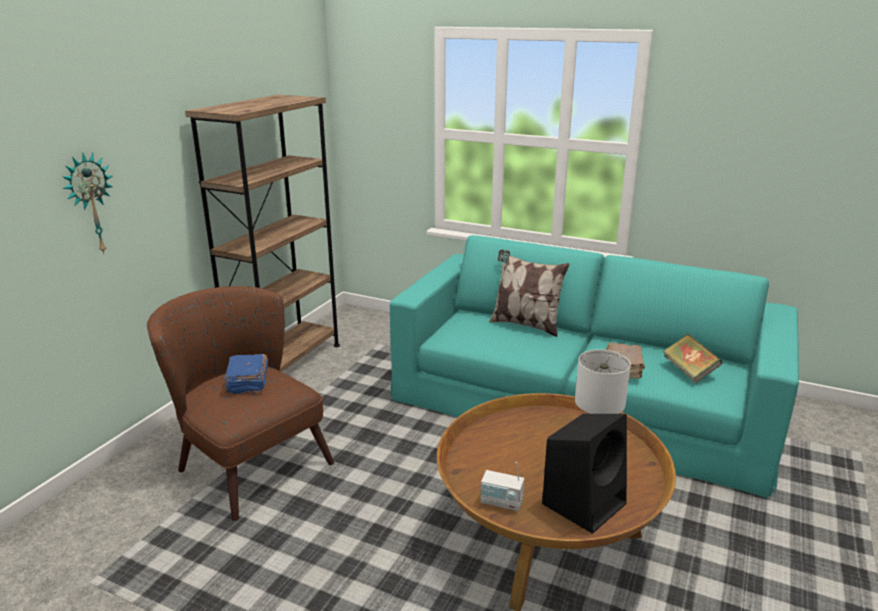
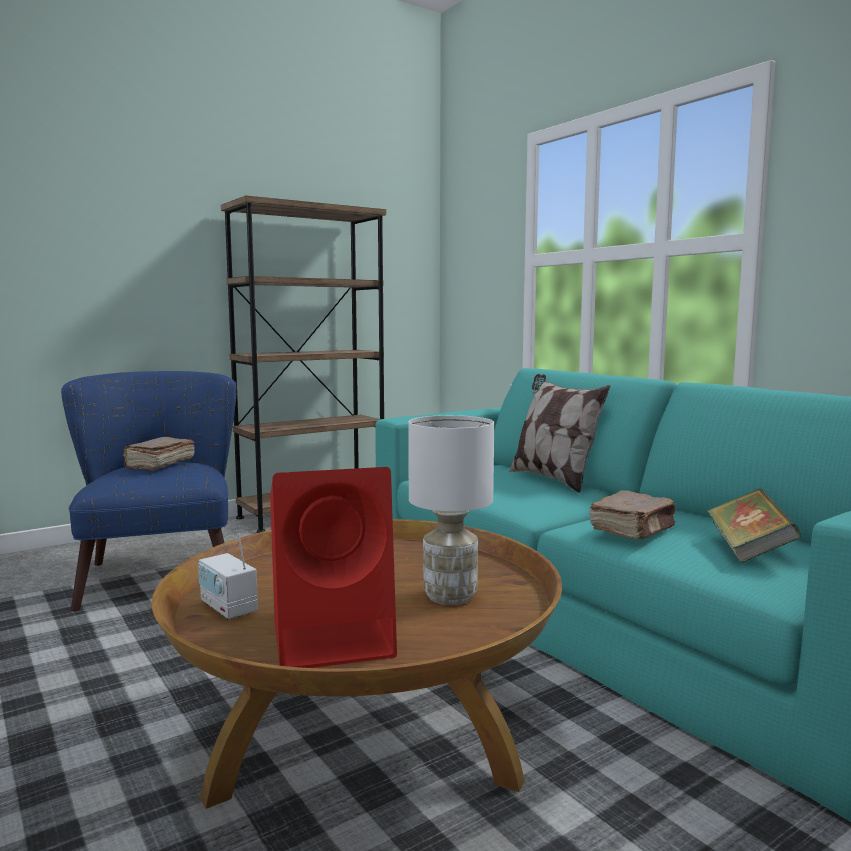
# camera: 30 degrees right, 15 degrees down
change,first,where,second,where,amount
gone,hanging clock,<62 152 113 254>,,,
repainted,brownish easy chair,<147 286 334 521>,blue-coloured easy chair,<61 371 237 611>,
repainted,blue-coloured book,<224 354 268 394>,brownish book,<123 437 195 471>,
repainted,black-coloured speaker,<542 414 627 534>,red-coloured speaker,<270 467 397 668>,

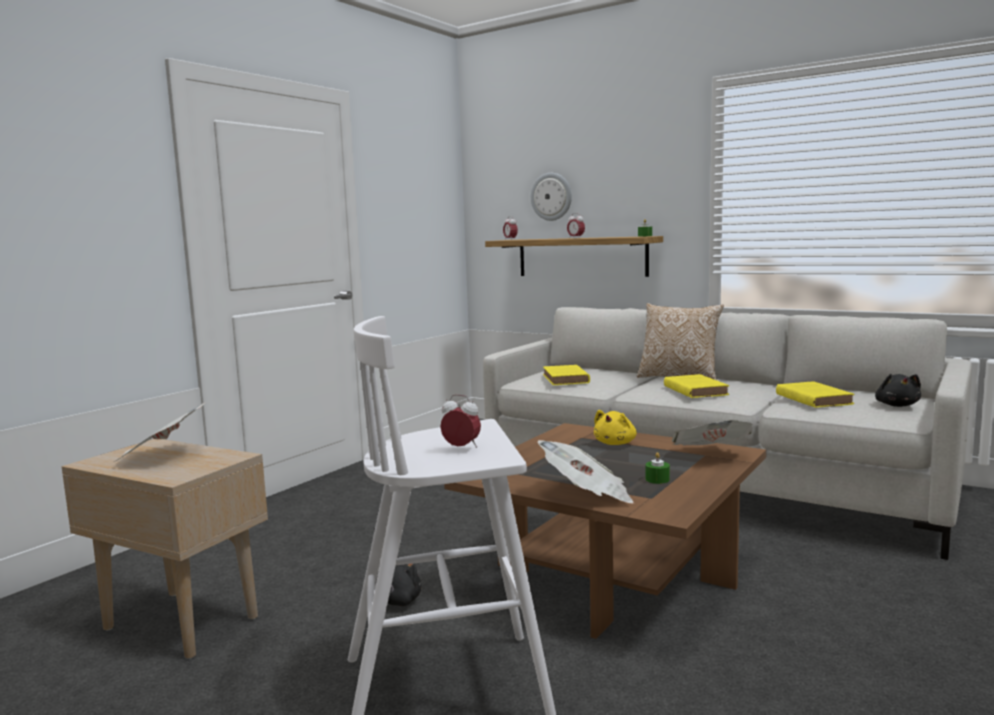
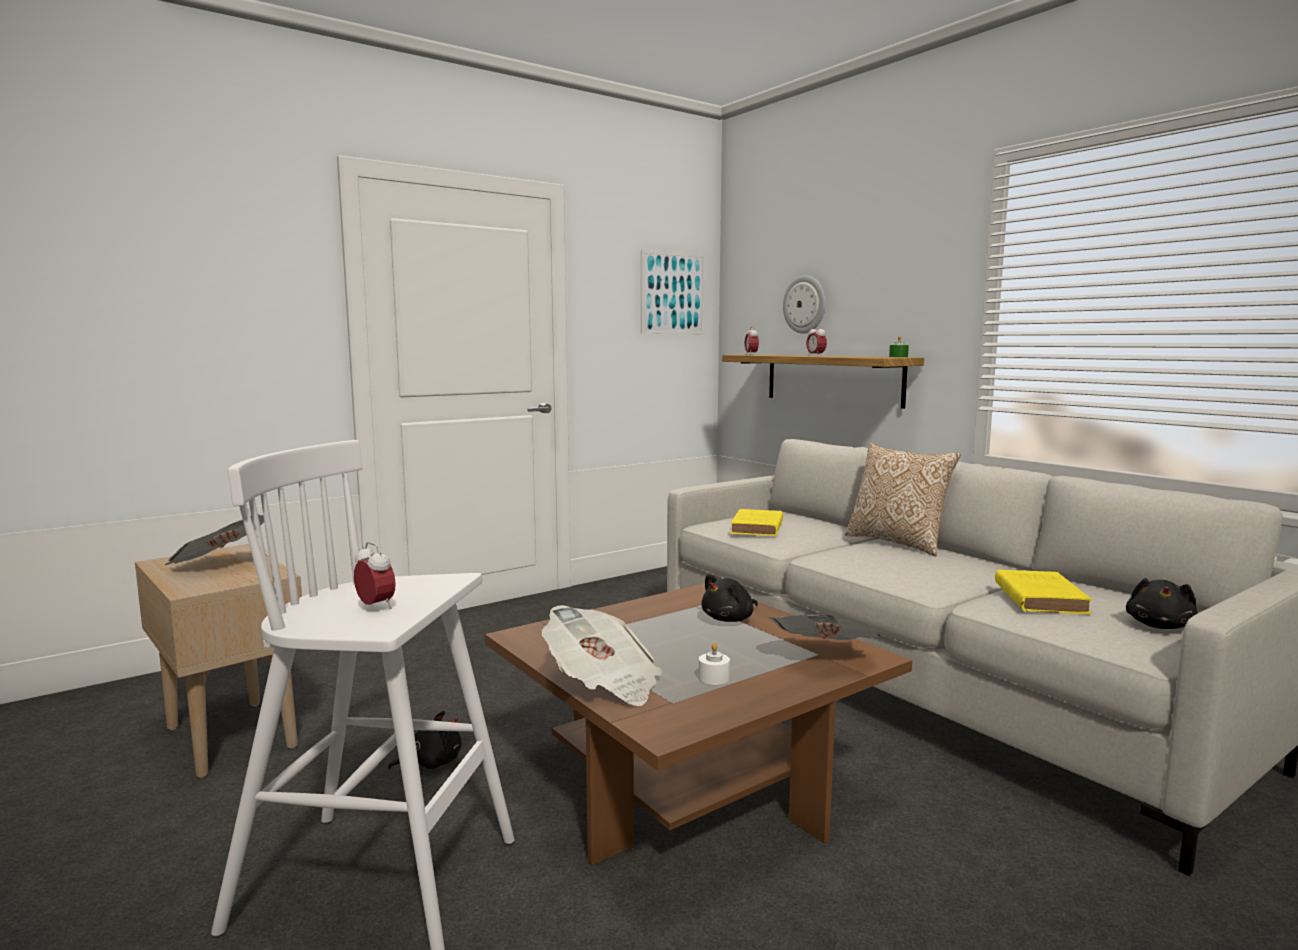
# camera: 20 degrees right, 0 degrees up
change,first,where,second,where,amount
repainted,yellow soft toy,<594 410 637 445>,black-coloured soft toy,<702 574 758 622>,
repainted,green-coloured candle,<646 452 670 484>,whitish candle,<699 643 730 685>,
gone,yellow book,<664 374 729 398>,,,
new,,,wall art,<641 250 705 334>,

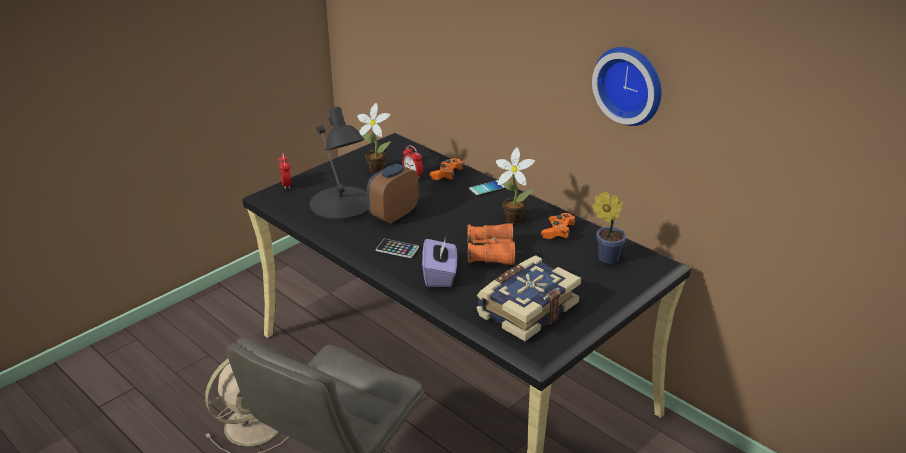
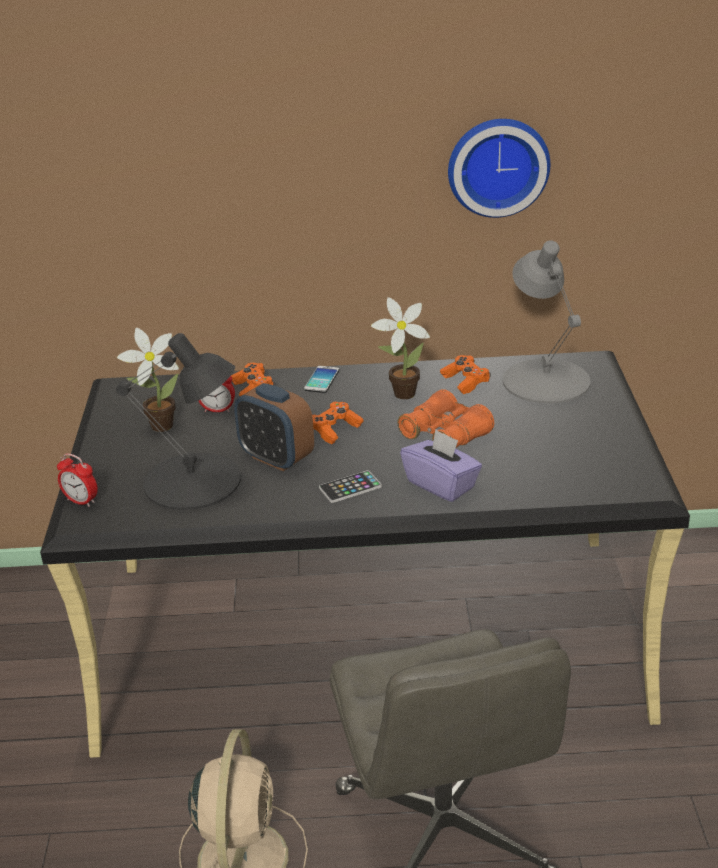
# camera: 45 degrees left, 0 degrees up
change,first,where,second,where,amount
rotated,table clock,<367 163 419 224>,,<234 383 314 471>,45 degrees counterclockwise
gone,book,<477 255 581 341>,,,
swapped,houseplant,<592 191 626 264>,grey table lamp,<503 240 591 404>,
new,,,orange-coloured gamepad,<312 402 364 444>,

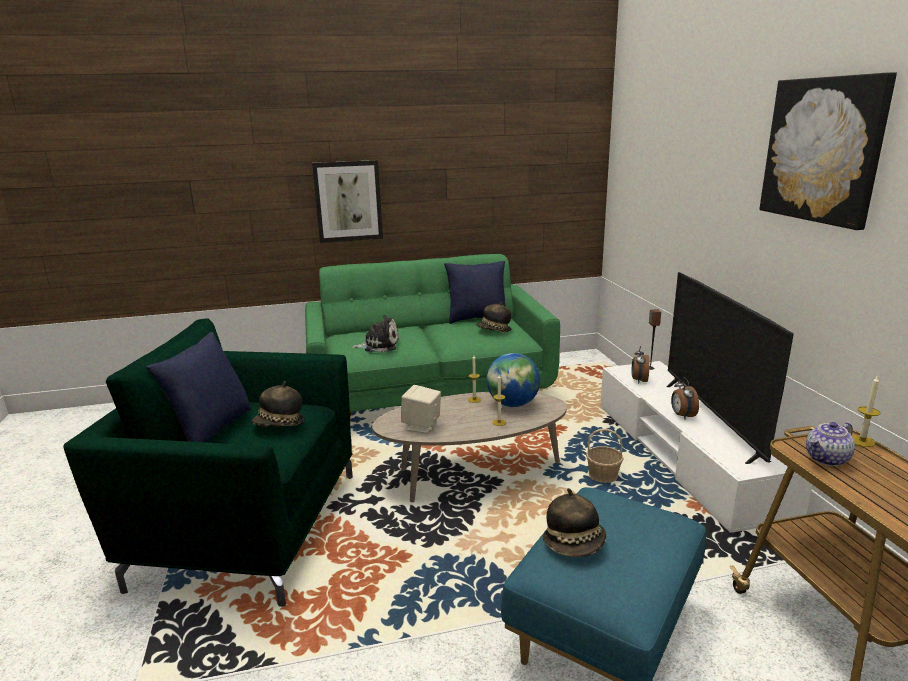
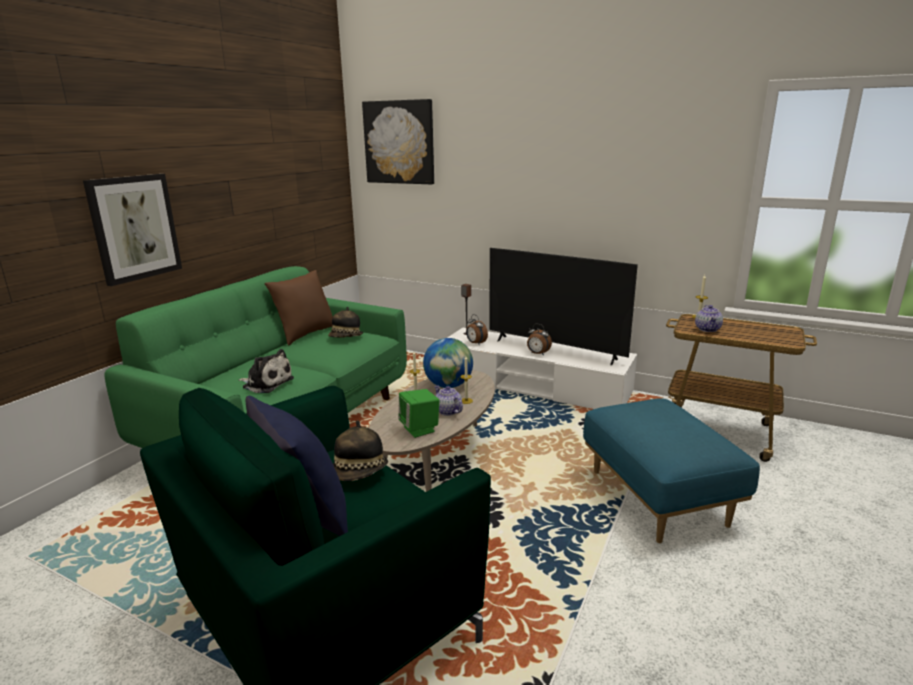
# camera: 50 degrees left, 0 degrees up
change,first,where,second,where,amount
rotated,soft toy,<351 315 399 352>,,<239 349 294 393>,75 degrees clockwise
repainted,beige speaker,<401 385 441 433>,green-coloured speaker,<398 389 439 438>,
repainted,blue-coloured cushion,<444 261 506 324>,brownish cushion,<264 270 333 346>,
gone,clothing hat,<542 488 606 557>,,,
gone,storage basket,<586 429 624 483>,,,
shifted,wall art,<759 72 897 230>,,<362 99 434 184>,
new,,,teapot,<434 385 463 416>,

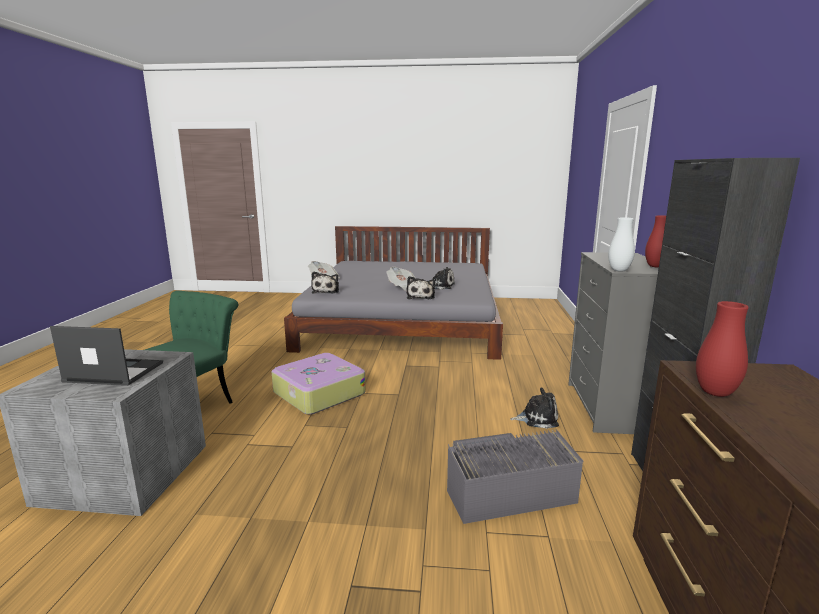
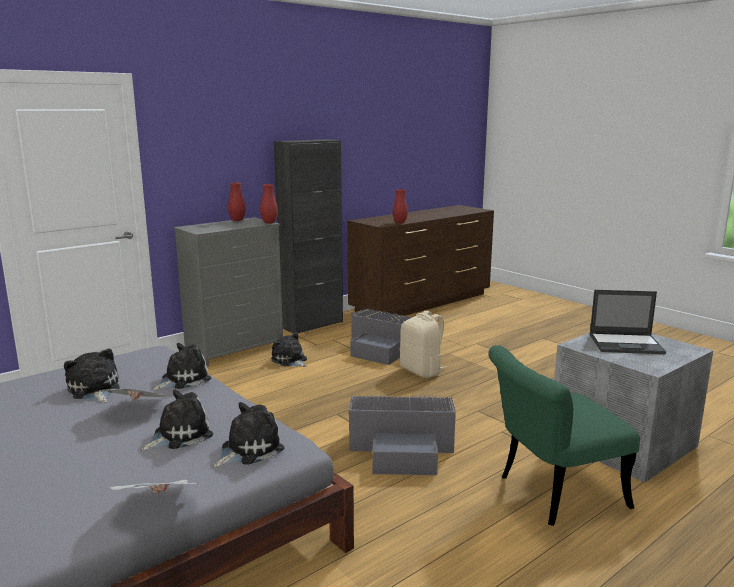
# camera: 135 degrees left, 0 degrees up
change,first,where,second,where,amount
rotated,notebook computer,<50 326 163 386>,,<590 290 666 354>,45 degrees counterclockwise
swapped,piece of luggage,<272 353 366 415>,grey storage container,<349 394 456 475>,
repainted,whitish decorative vase,<608 217 635 272>,red-coloured decorative vase,<260 184 278 224>,
new,,,soft toy,<141 389 213 451>,
new,,,beige backpack,<400 311 447 378>,

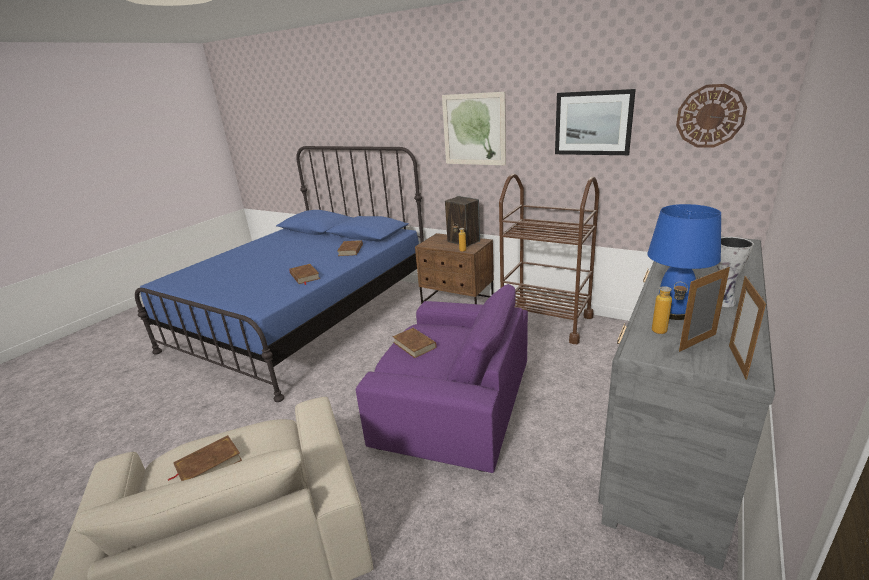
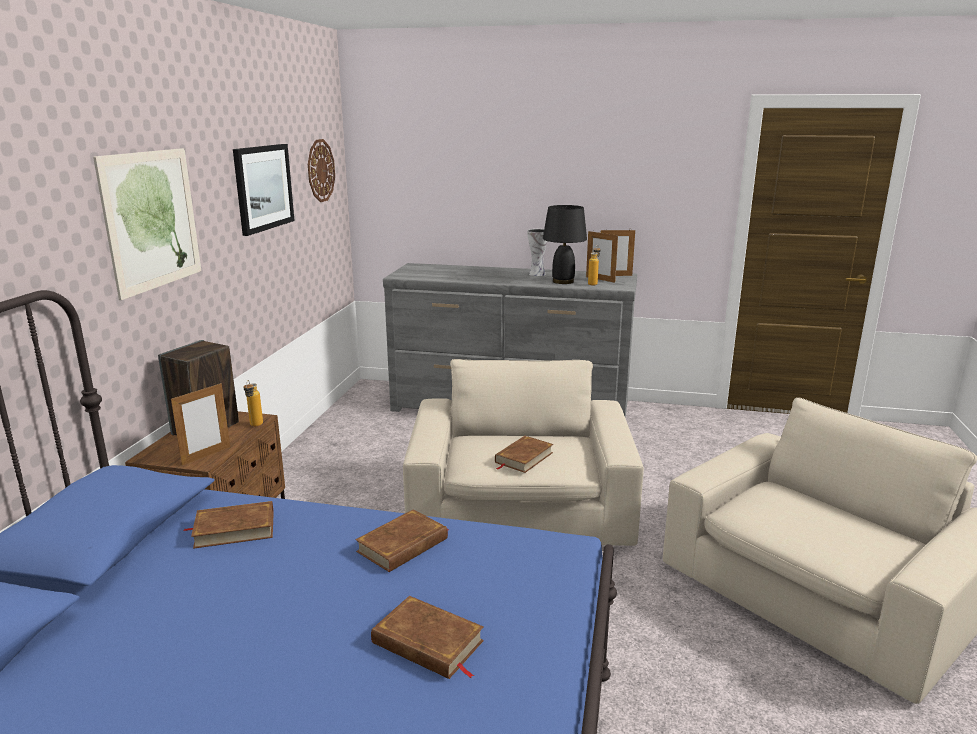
# camera: 110 degrees left, 5 degrees down
change,first,where,second,where,amount
shifted,brownish book,<168 435 242 481>,,<371 596 484 679>,
repainted,purple-coloured easy chair,<356 284 528 473>,beige easy chair,<403 359 644 546>,
gone,brownish cart,<499 174 599 344>,,,
repainted,blue-coloured table lamp,<648 204 721 320>,black-coloured table lamp,<543 205 587 284>,
new,,,photo frame,<171 383 230 465>,

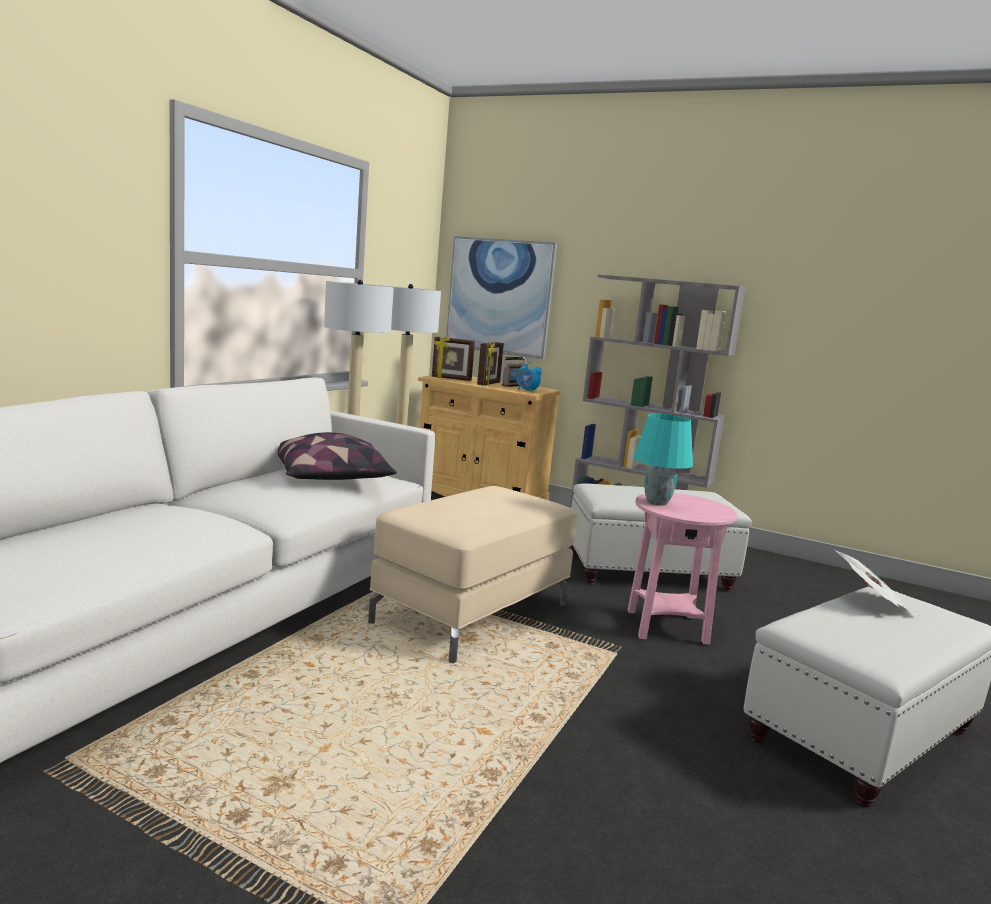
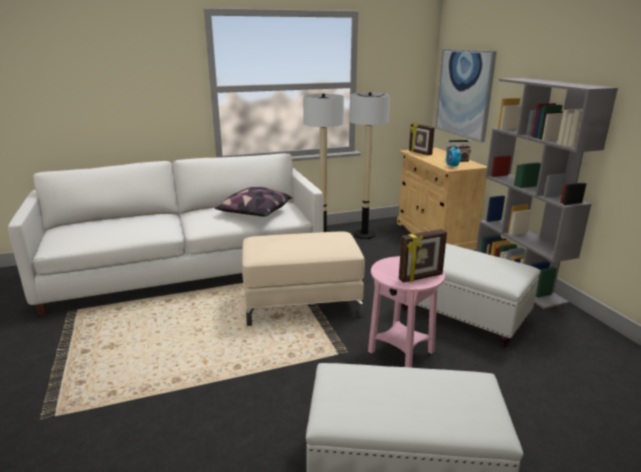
# camera: 45 degrees right, 10 degrees up
change,first,where,second,where,amount
shifted,photo frame,<477 342 504 386>,,<399 229 447 282>,
gone,blue-green table lamp,<634 414 693 506>,,,
gone,printed paper,<836 551 919 616>,,,

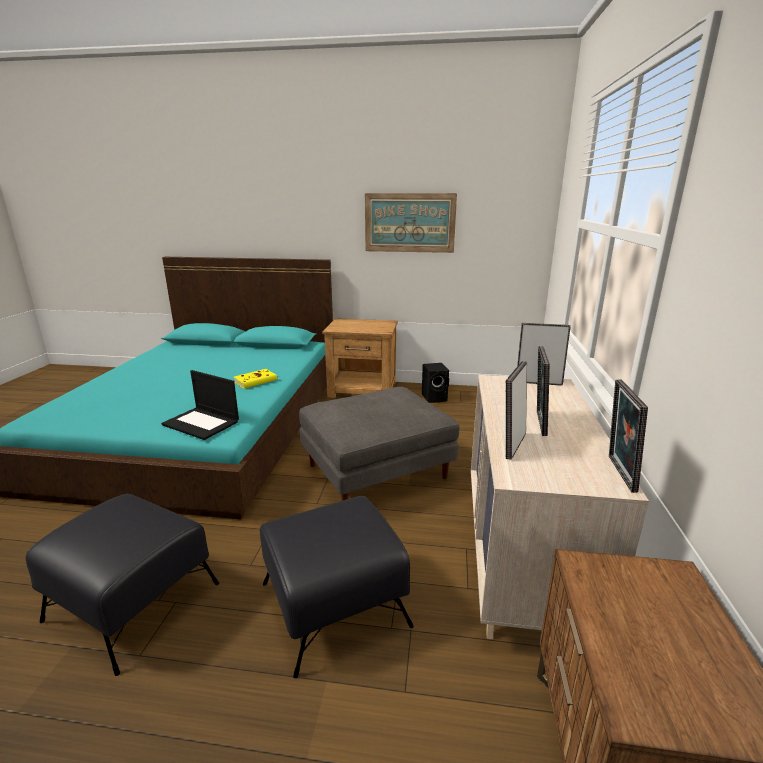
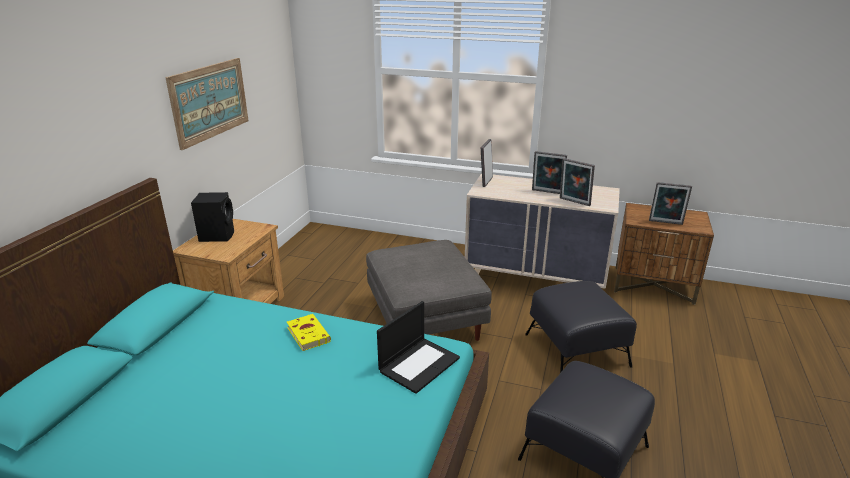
# camera: 80 degrees left, 5 degrees up
change,first,where,second,where,amount
shifted,black-coloured speaker,<422 363 449 403>,,<191 192 234 242>,
shifted,photo frame,<609 380 648 493>,,<649 182 692 225>,

